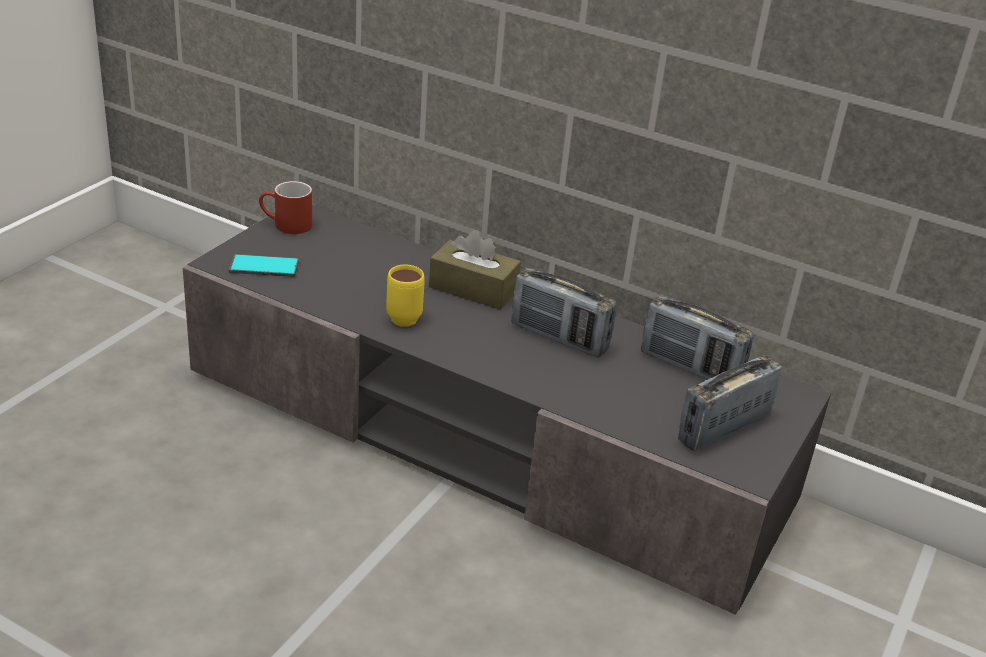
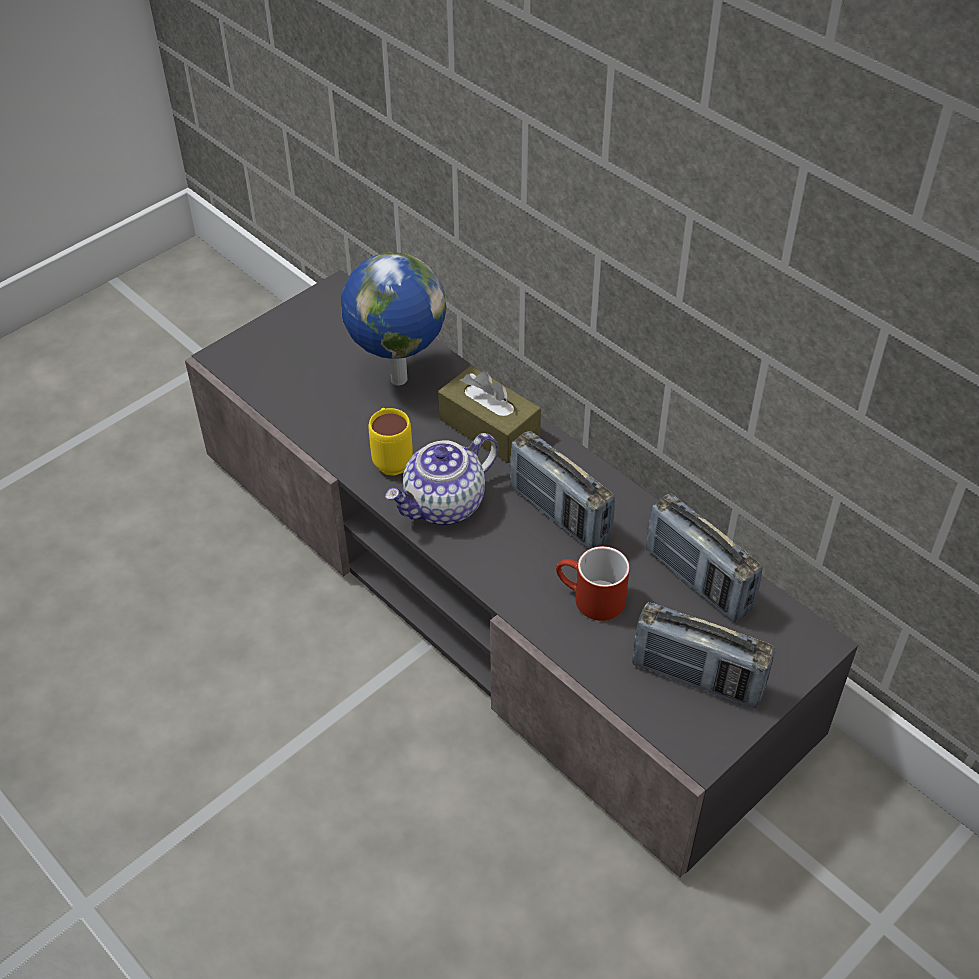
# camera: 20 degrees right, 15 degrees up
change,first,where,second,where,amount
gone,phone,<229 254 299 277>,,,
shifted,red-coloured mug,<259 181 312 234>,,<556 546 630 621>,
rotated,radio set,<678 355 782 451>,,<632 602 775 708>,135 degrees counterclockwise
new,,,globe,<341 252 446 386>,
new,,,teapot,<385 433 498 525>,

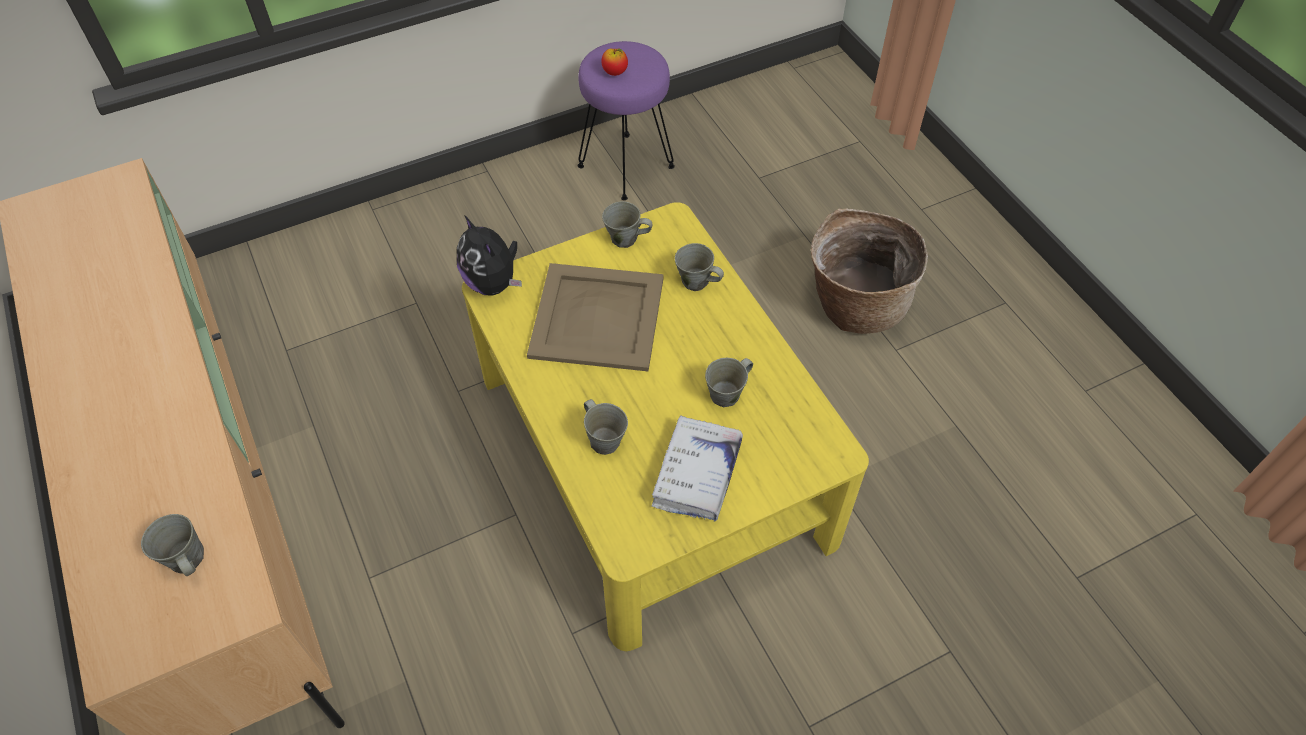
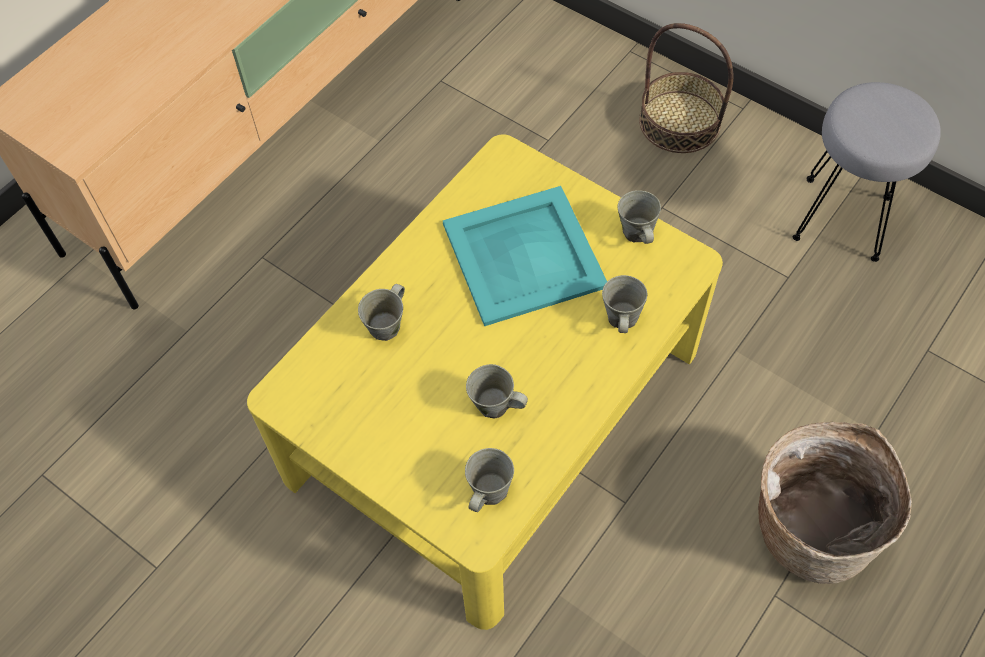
# camera: 65 degrees right, 5 degrees up
change,first,where,second,where,amount
shifted,grey mug,<141 514 204 576>,,<465 448 514 512>,
gone,soft toy,<457 215 522 296>,,,
repainted,beige tray,<527 263 664 371>,blue-green tray,<443 186 607 326>,
repainted,purple-coloured stool seat,<577 41 675 200>,grey stool seat,<793 82 941 262>,
gone,apple fruit,<601 49 628 76>,,,
gone,whitish book,<652 416 743 521>,,,
new,,,storage basket,<639 23 733 153>,

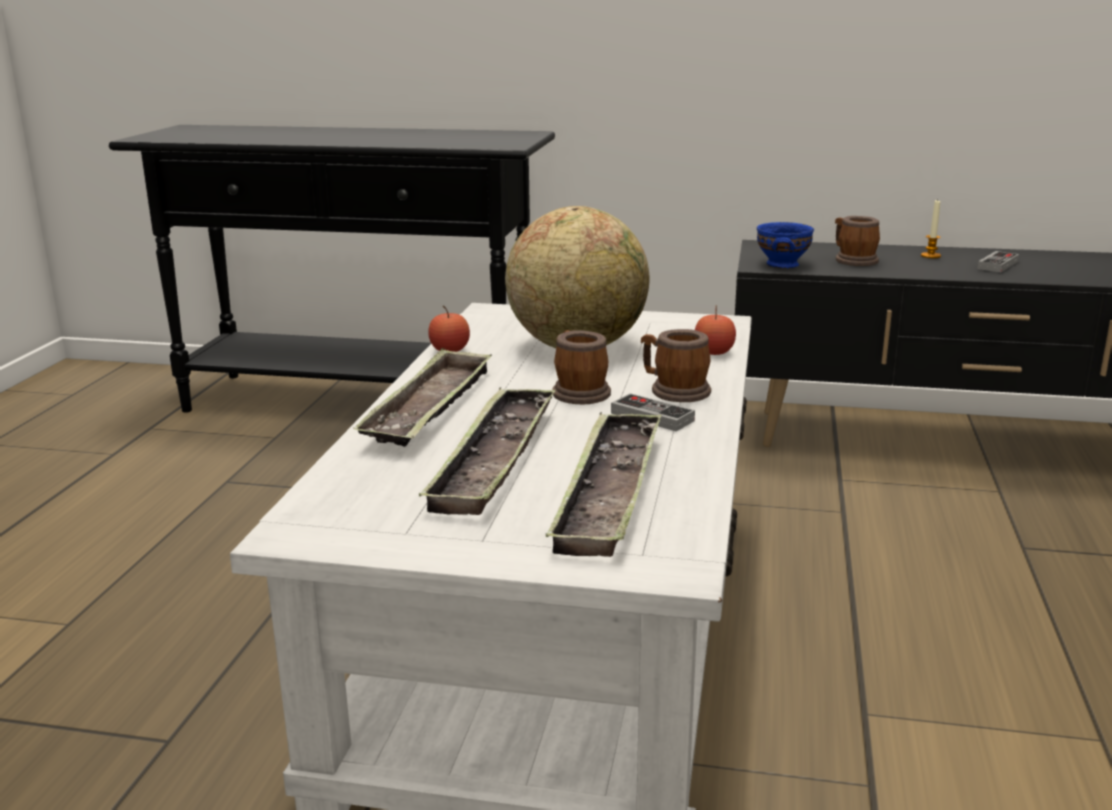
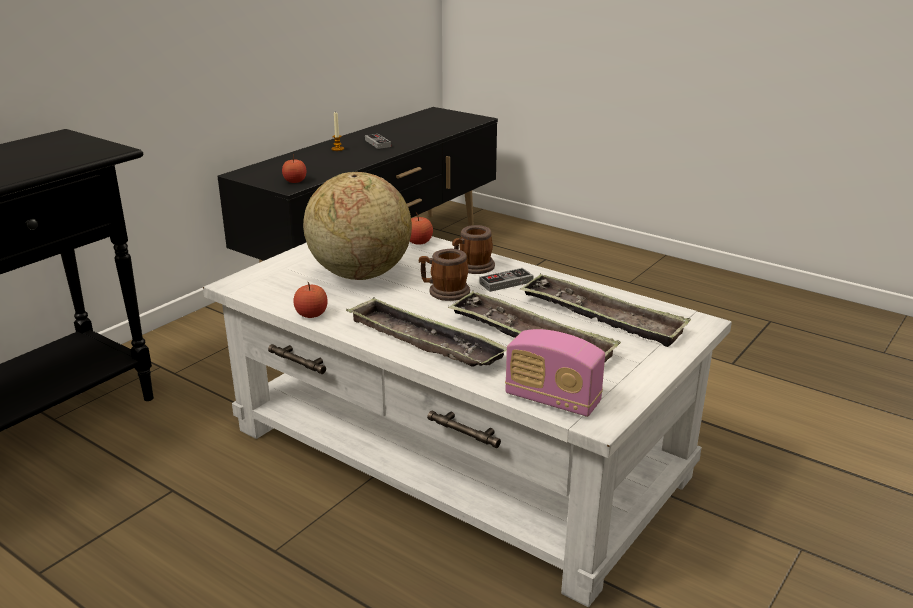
# camera: 65 degrees left, 5 degrees up
change,first,where,second,where,amount
swapped,blue-coloured serving bowl,<757 222 814 268>,apple fruit,<282 154 306 183>,
gone,mug,<835 216 880 266>,,,
new,,,radio set,<505 329 605 417>,

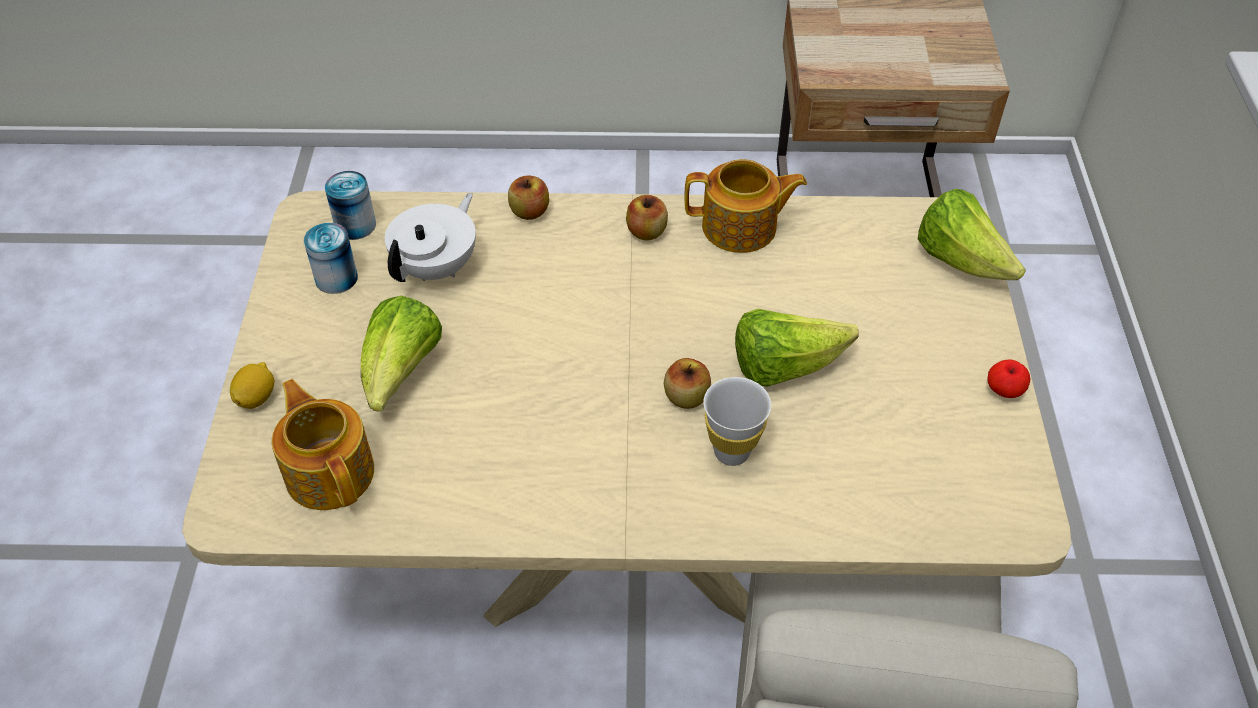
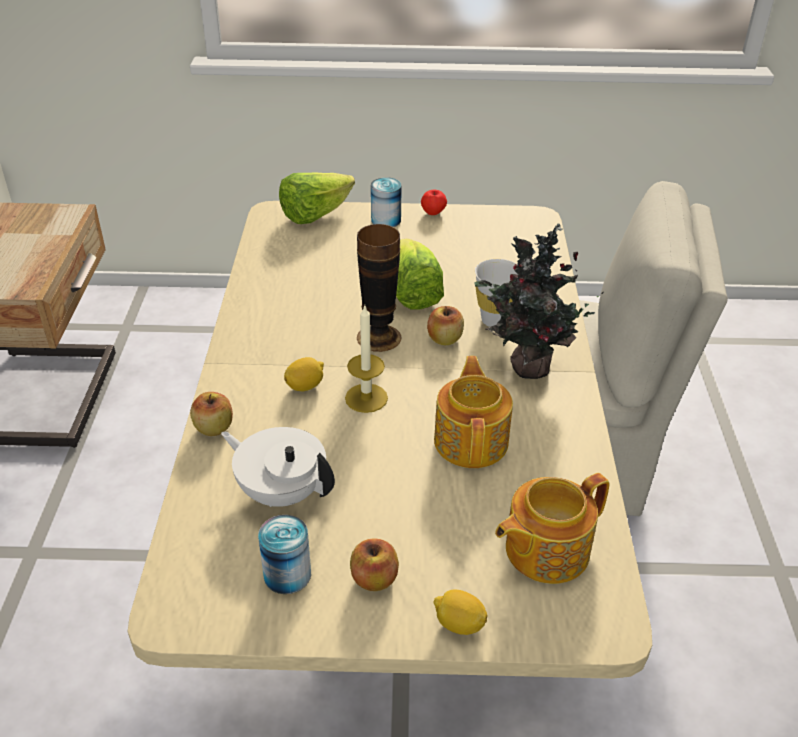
# camera: 90 degrees left, 10 degrees down
change,first,where,second,where,amount
shifted,sealed can,<325 171 376 240>,,<371 177 402 227>,
gone,lettuce,<361 296 442 412>,,,
shifted,apple fruit,<626 195 668 241>,,<350 538 399 591>,
shifted,teapot,<685 159 807 253>,,<434 356 513 468>,
new,,,lemon,<284 357 324 391>,
new,,,candle,<345 306 388 413>,
new,,,decorative vase,<357 224 401 352>,
new,,,houseplant,<474 223 603 379>,

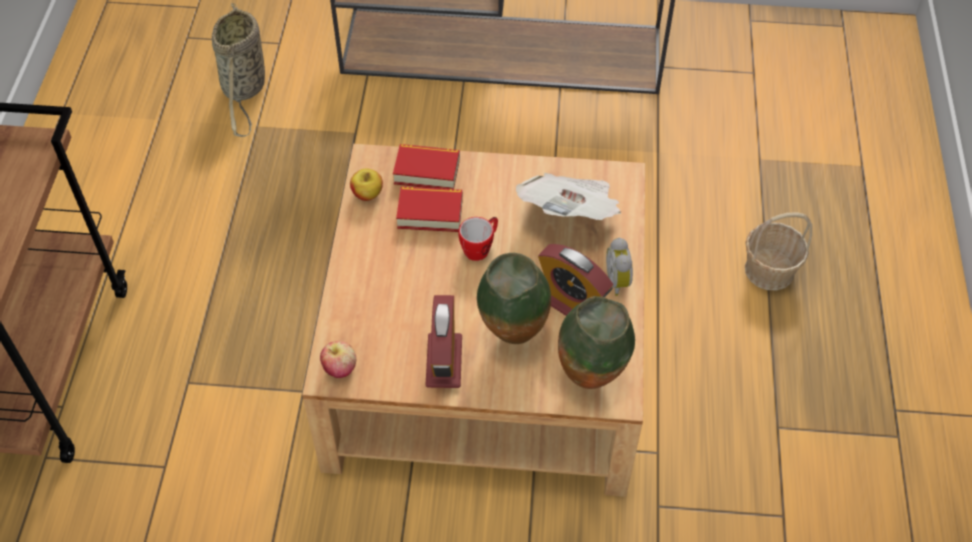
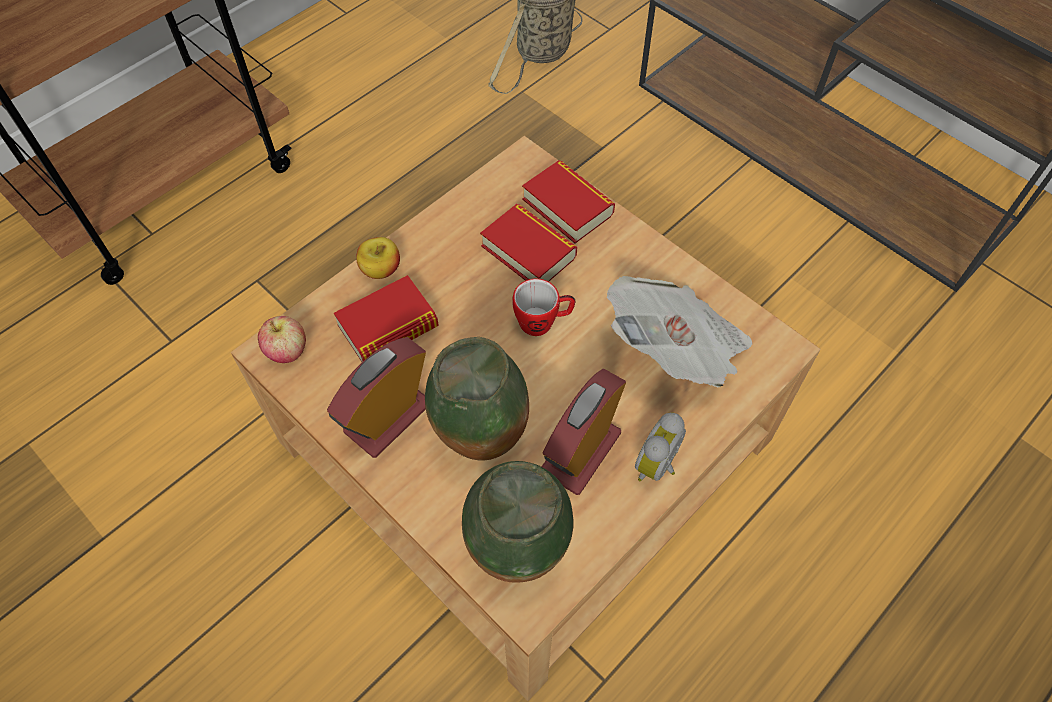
# camera: 40 degrees right, 5 degrees up
change,first,where,second,where,amount
shifted,apple fruit,<350 169 383 201>,,<356 237 400 279>,
rotated,table clock,<538 244 613 316>,,<541 369 626 495>,45 degrees clockwise
gone,storage basket,<745 212 812 291>,,,
new,,,book,<334 275 439 362>,

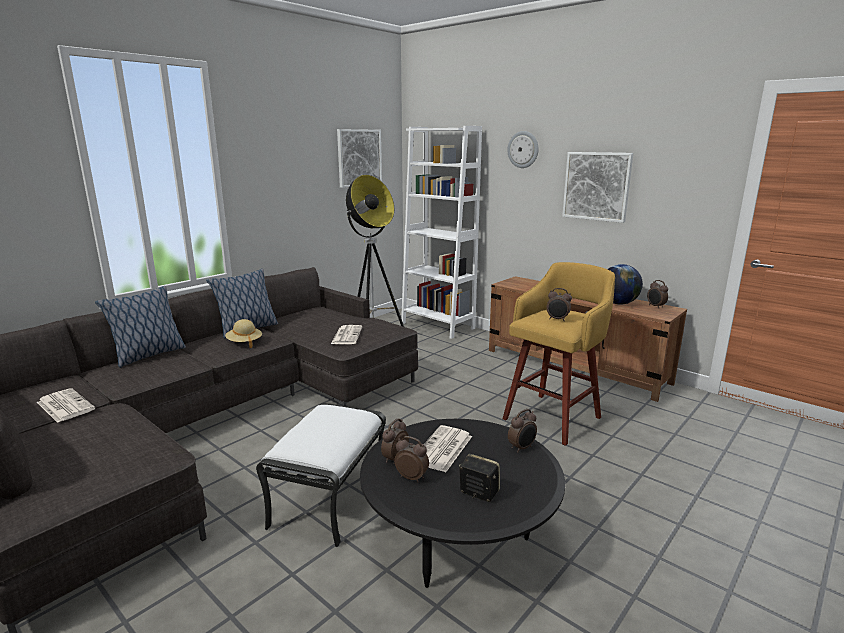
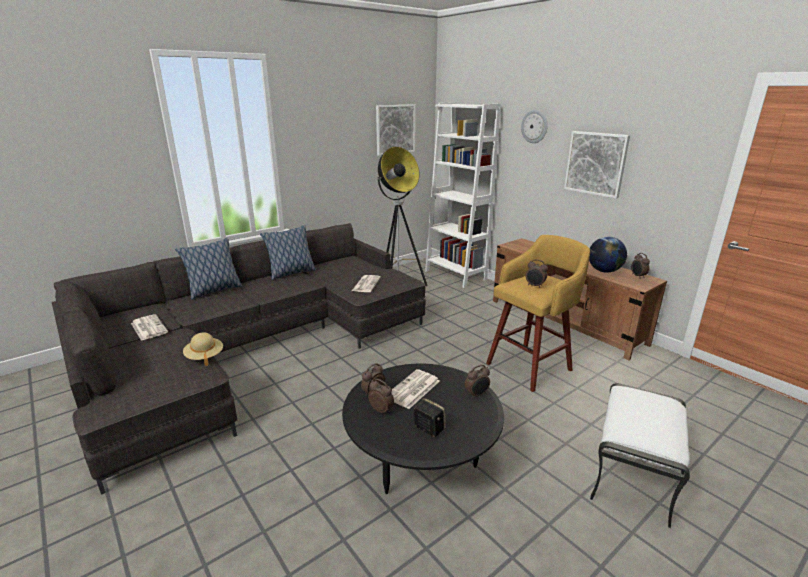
# camera: 10 degrees right, 5 degrees up
change,first,where,second,where,amount
shifted,beige clothing hat,<225 319 262 348>,,<183 333 223 366>,
shifted,whitish ottoman,<256 403 386 547>,,<590 383 690 528>,

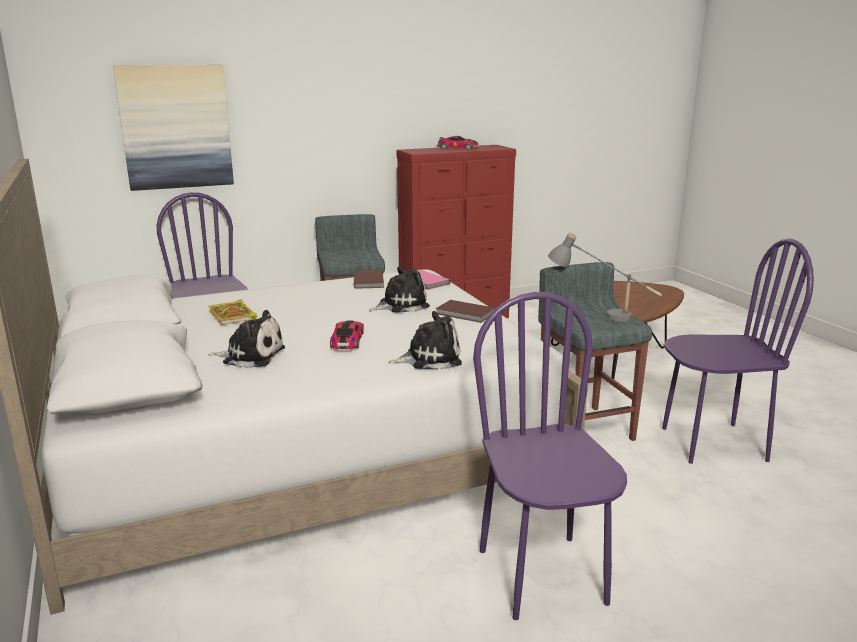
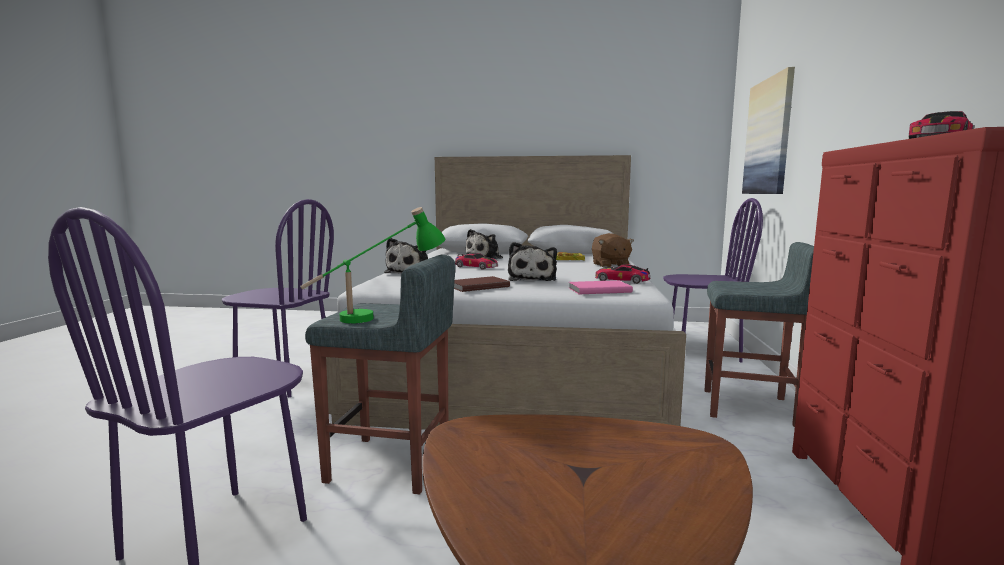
# camera: 120 degrees right, 10 degrees down
change,first,where,second,where,amount
swapped,brownish book,<354 270 384 289>,miniature car,<595 264 650 284>,
repainted,grey table lamp,<548 232 662 322>,green-coloured table lamp,<300 207 445 324>,
new,,,brownish soft toy,<592 233 634 268>,

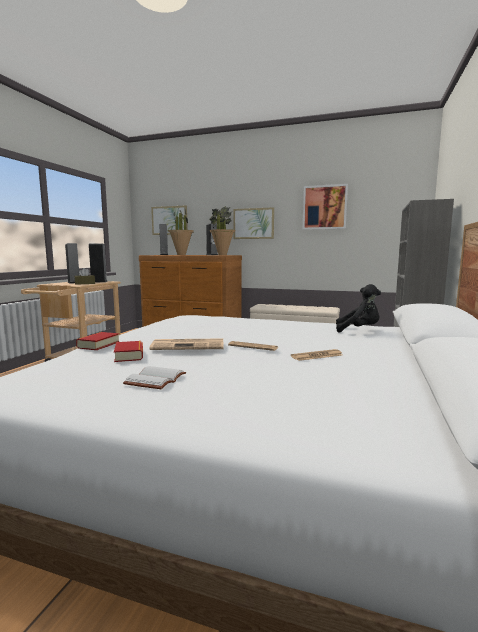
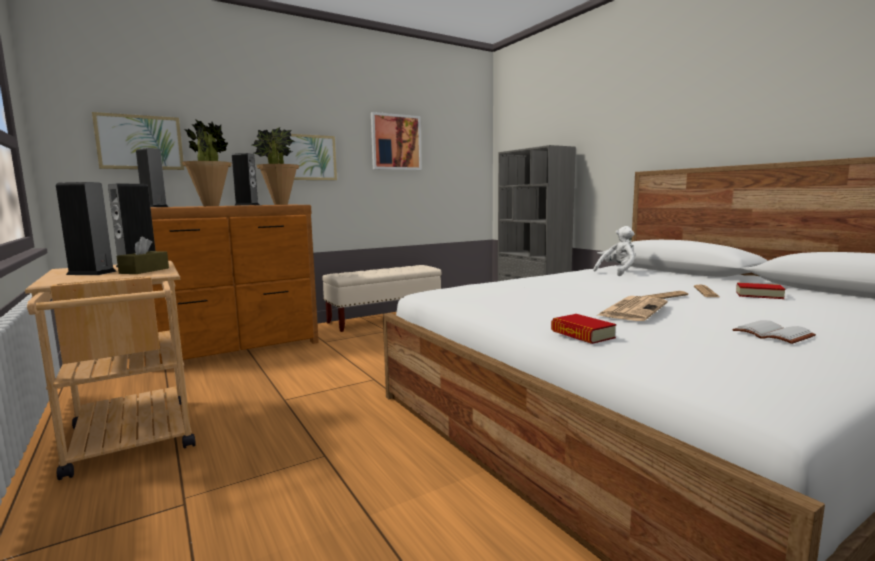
# camera: 50 degrees left, 0 degrees up
change,first,where,second,where,amount
shifted,book,<114 341 143 362>,,<736 283 785 299>,
repainted,black-coloured soft toy,<336 284 381 333>,whitish soft toy,<593 226 635 276>,

